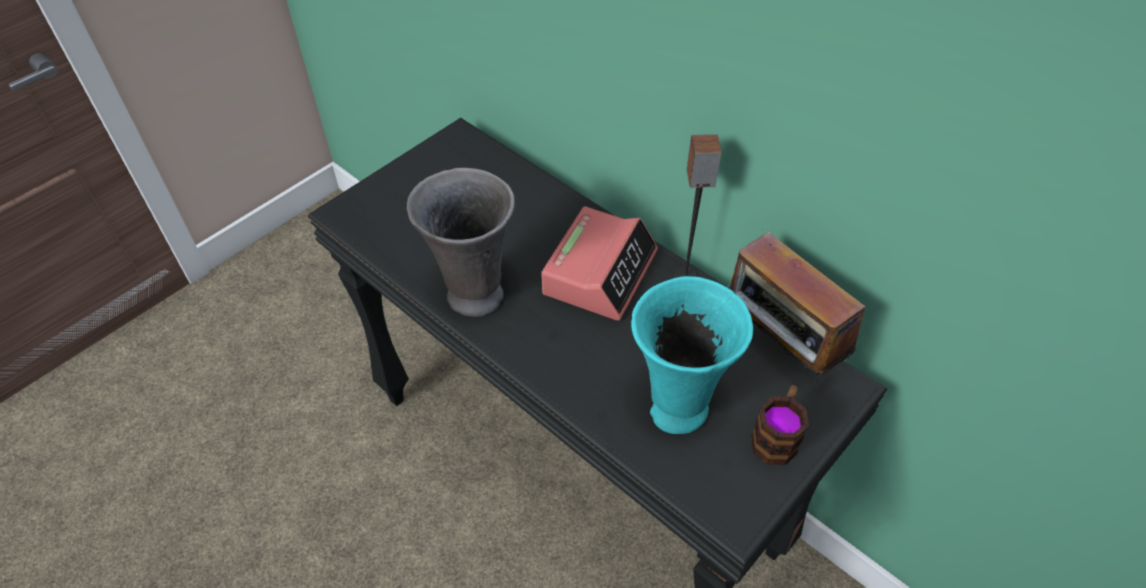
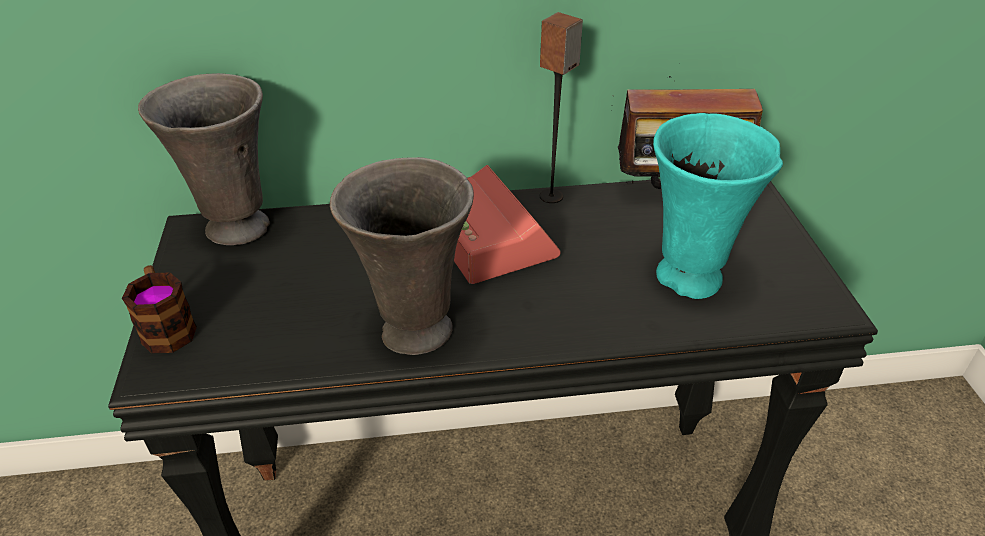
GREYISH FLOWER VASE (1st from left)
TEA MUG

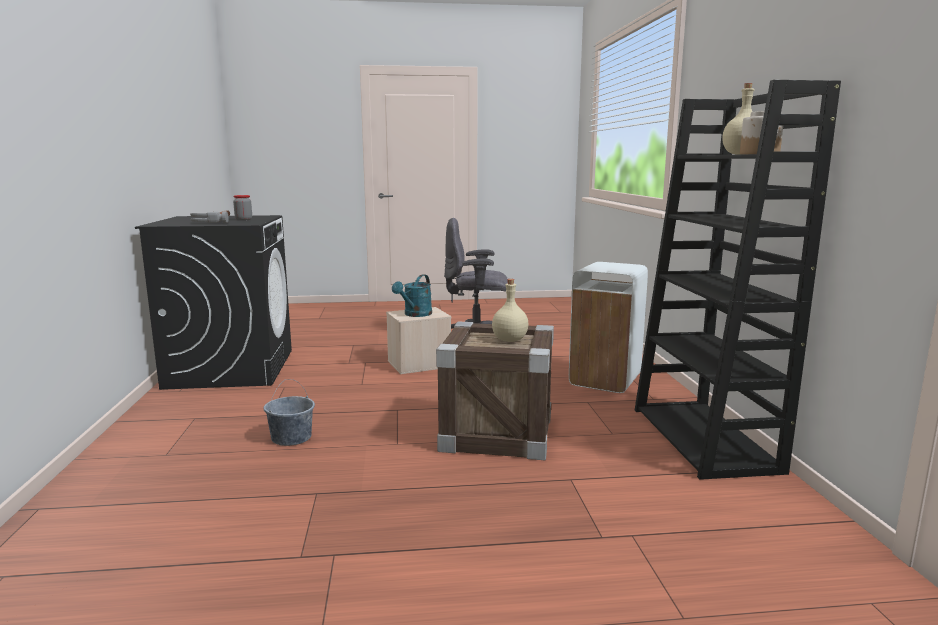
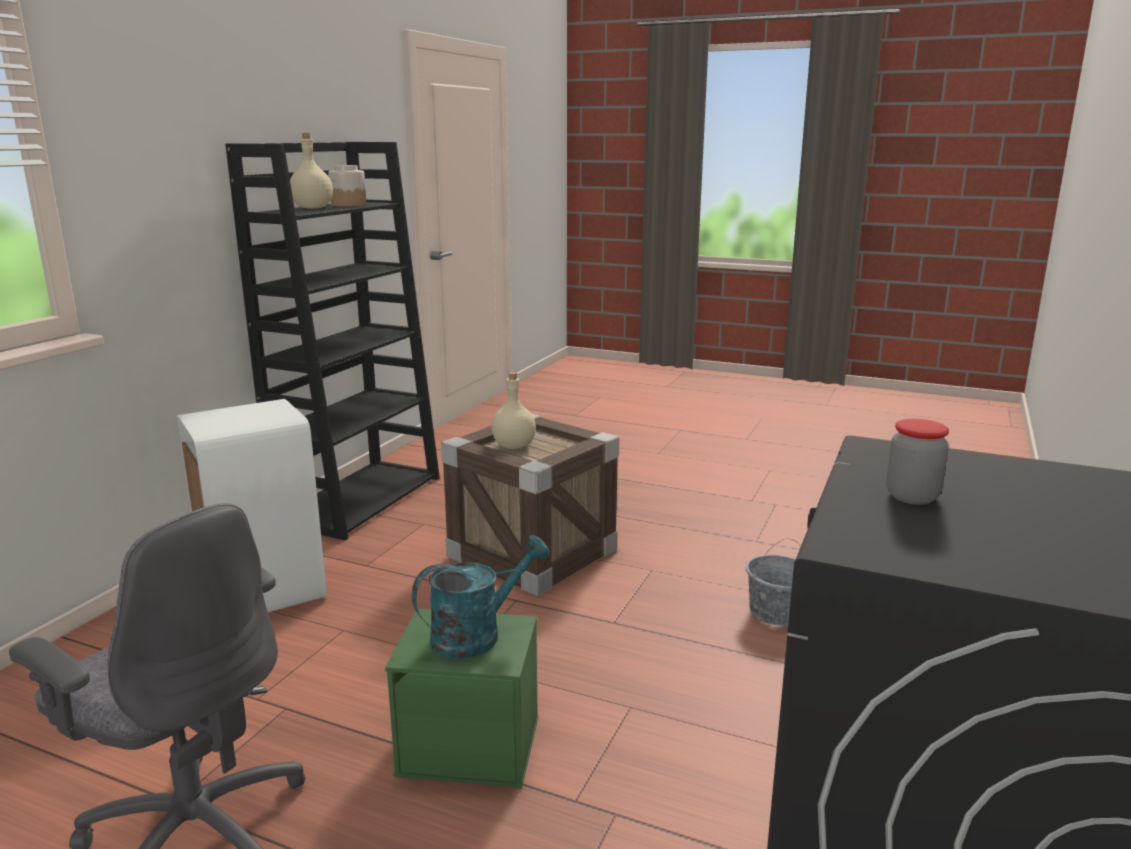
TOOL HAMMER
GREENISH STORAGE BIN

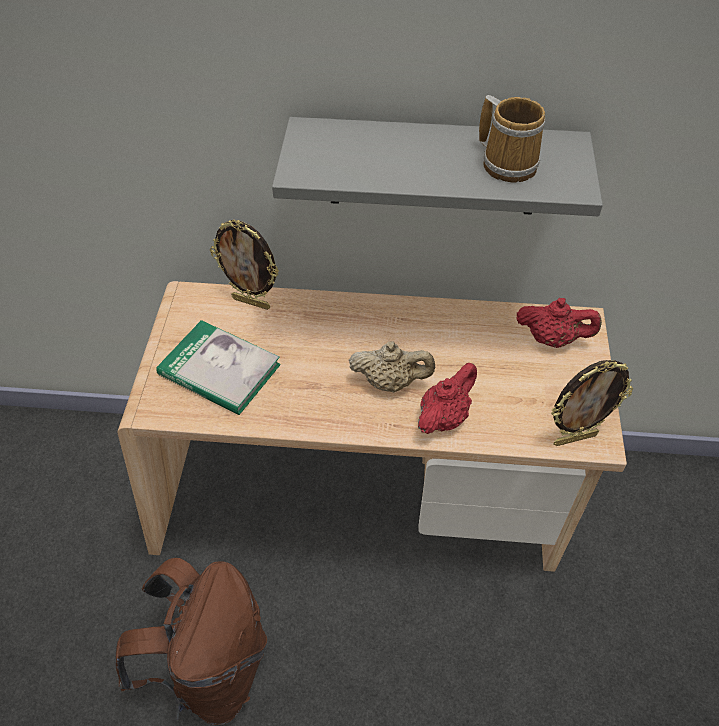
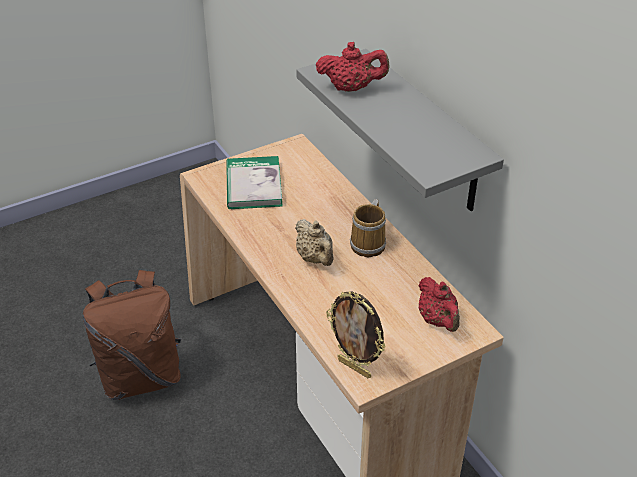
PICTURE FRAME (1st from left in the first image)
REDDISH TEA POT (1st from left)
TEA MUG

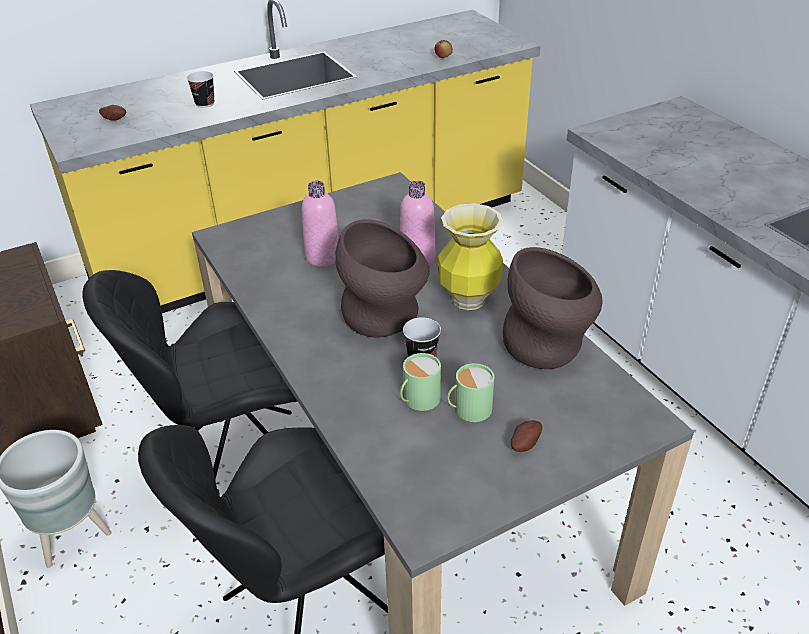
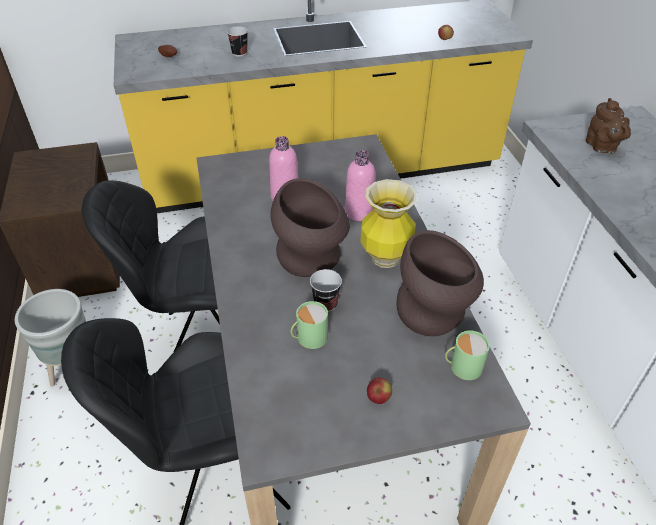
BROWN-COLOURED TEA POT
GREENISH TEA MUG (2nd from left)
WHOLE APPLE (1st from left)

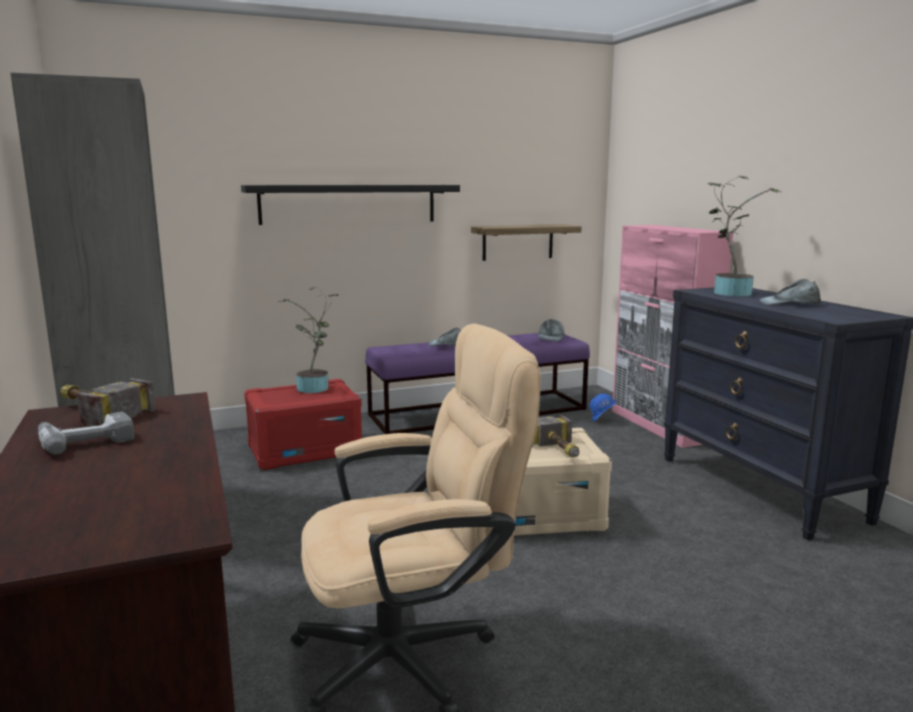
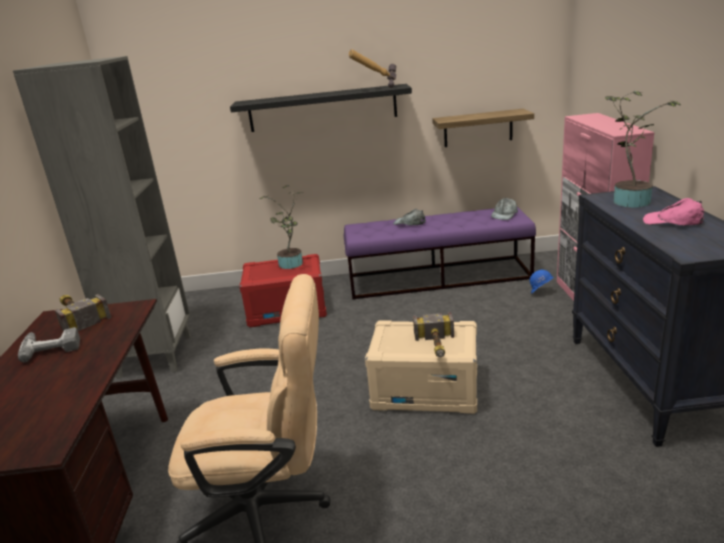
TOOL HAMMER (2nd from left)
PINK-COLOURED PEAKED CAP

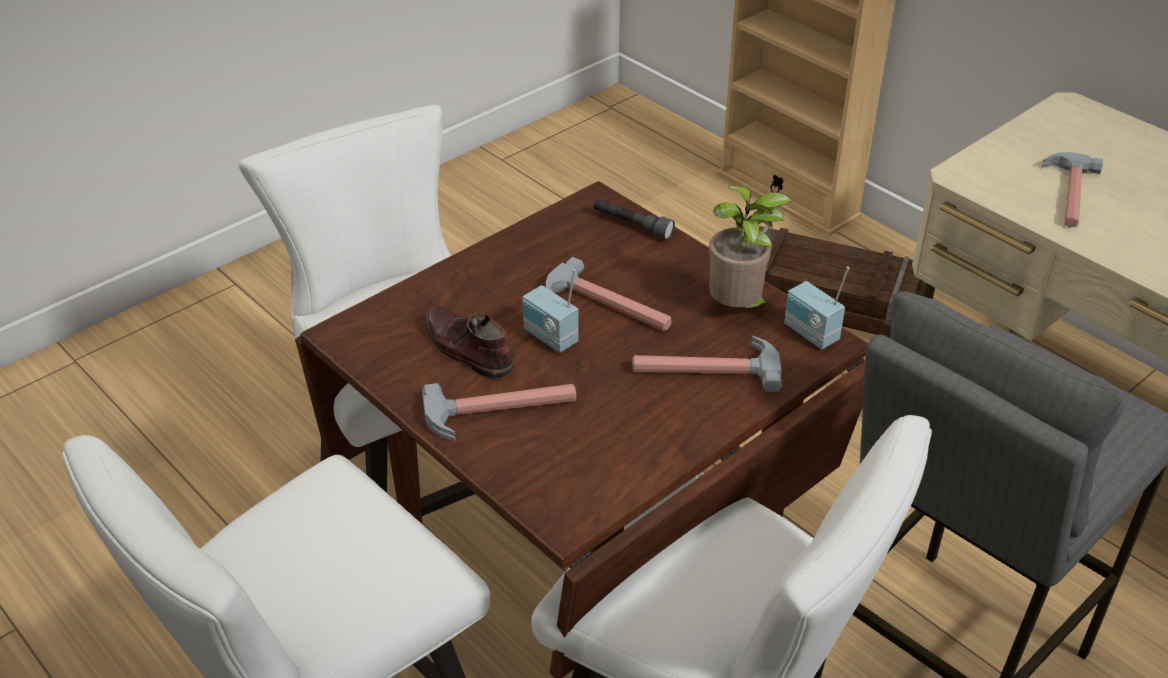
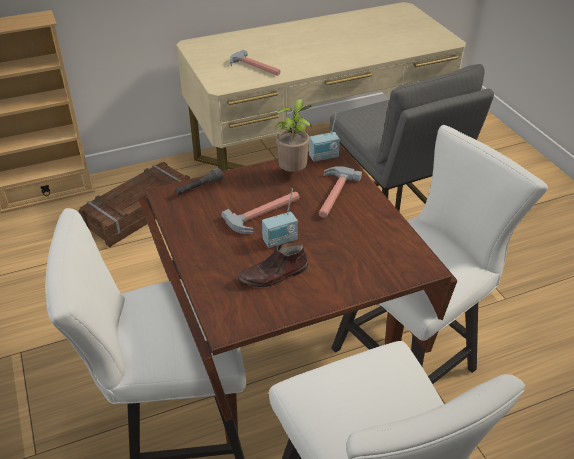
TOOL HAMMER (1st from left in the first image)

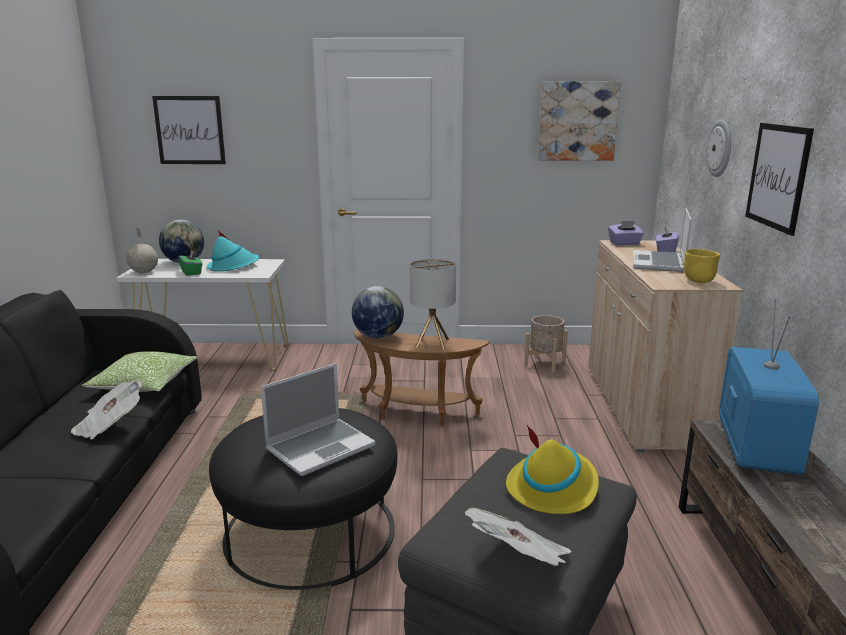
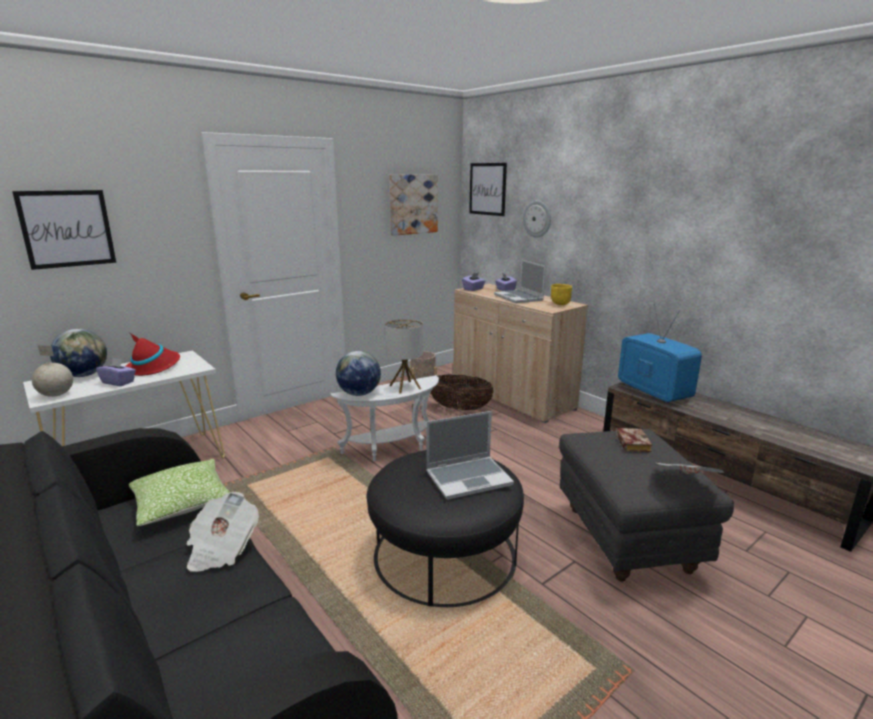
HOUSEHOLD BASKET
WALL PICTURE (3rd from left)
VOLUME
PURPLE-COLOURED TISSUE BOX (1st from left)
REDDISH WEARABLE HAT
WHITE ACCENT TABLE
NOTEBOOK COMPUTER (1st from left)

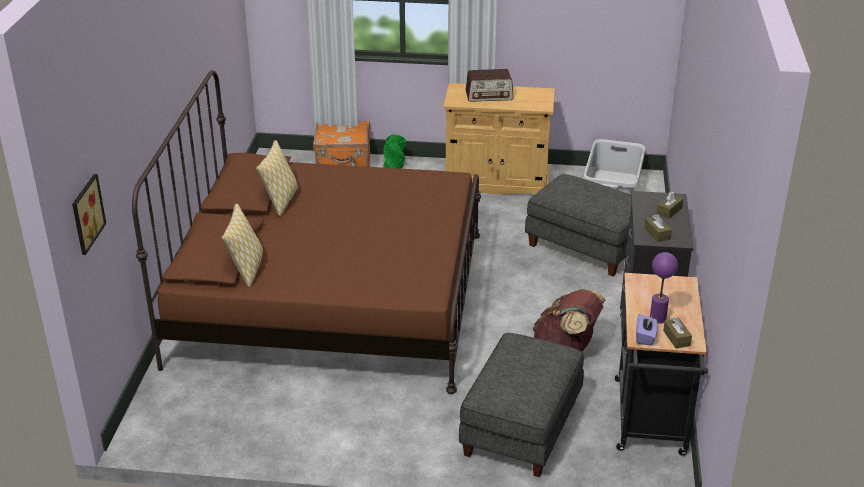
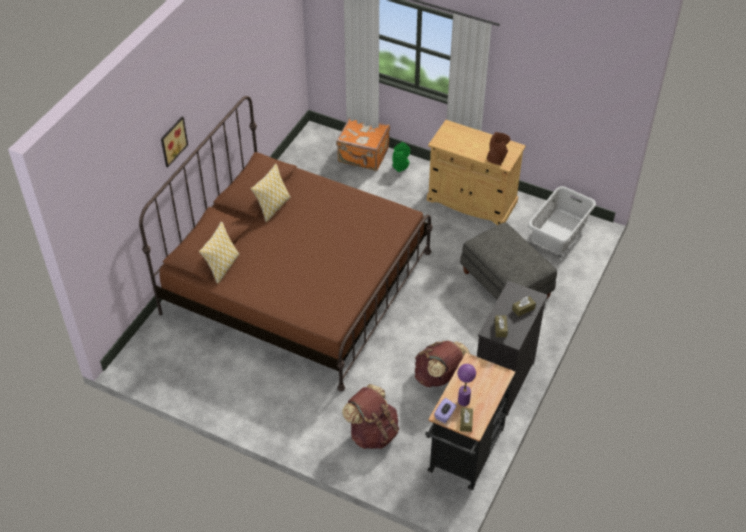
RADIO
BROWN-COLOURED FLOWER VASE
WALL PICTURE
BROWN-COLOURED BACKPACK (1st from left)

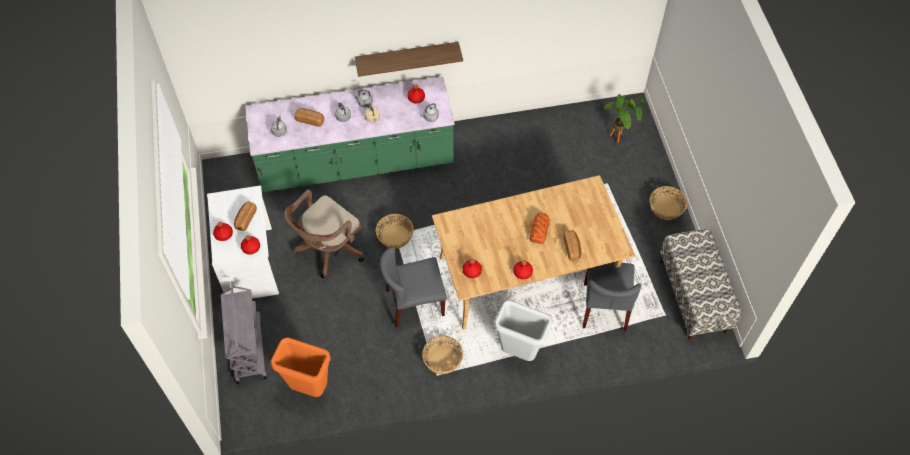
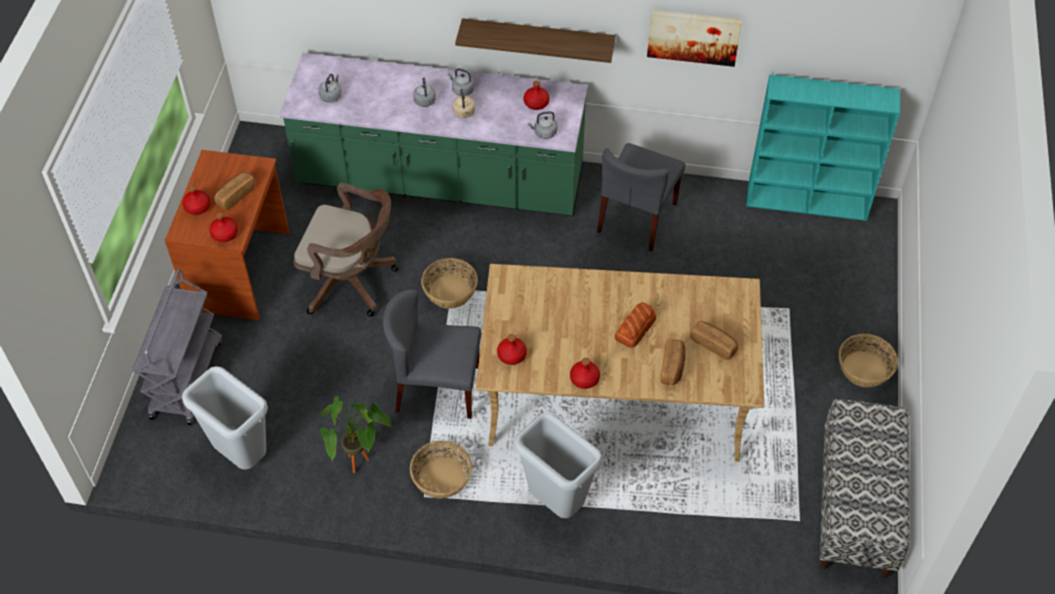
WALL PICTURE
BLUE-GREEN BOOKSHELF
BAKERY BREAD (4th from left)
GREYISH PLAIN CHAIR (2nd from left)
PLANT IN A POT
BROWN-COLOURED DESK
GREYISH RUBBISH BIN (1st from left)
BROWN-COLOURED OFFICE CHAIR

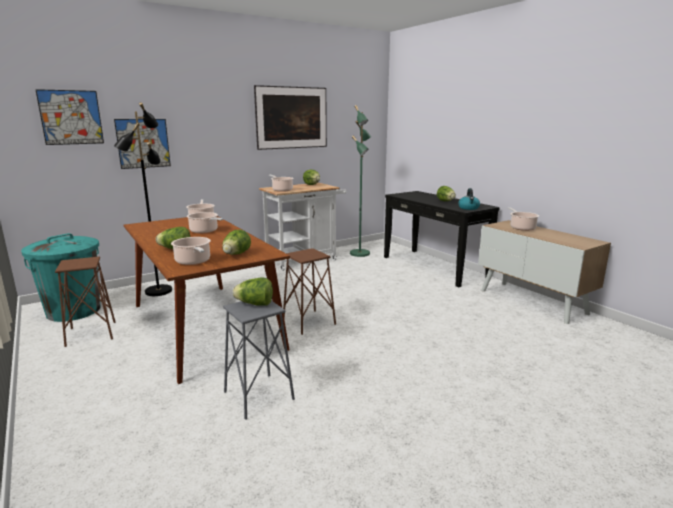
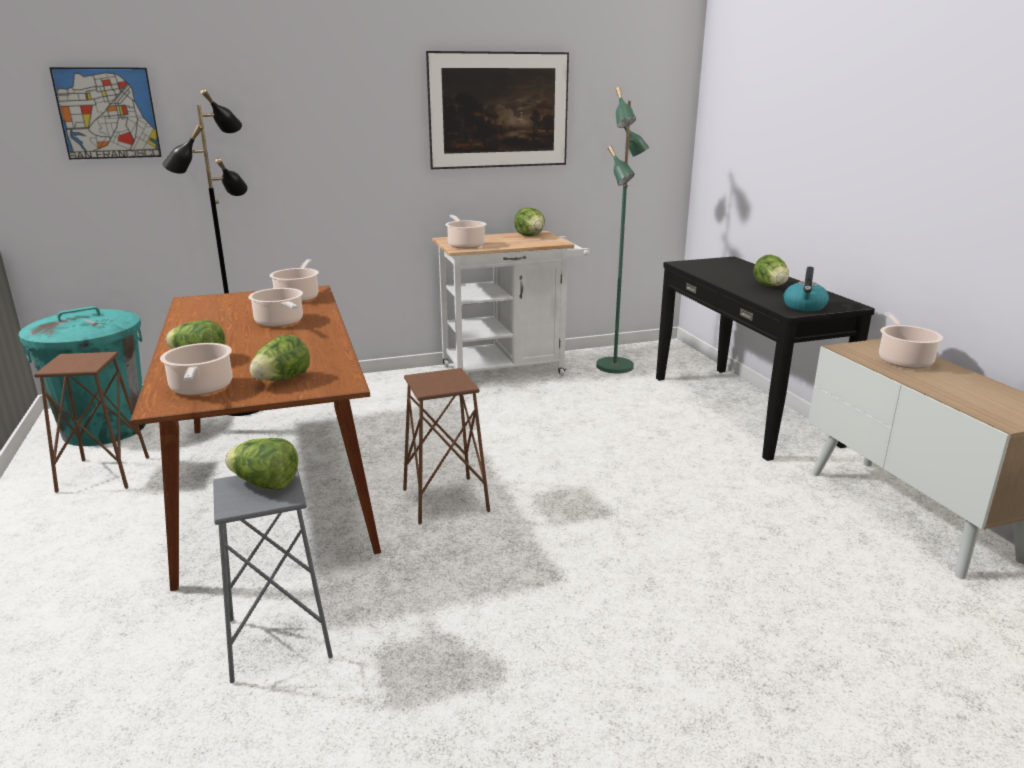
WALL PICTURE (2nd from left in the first image)

